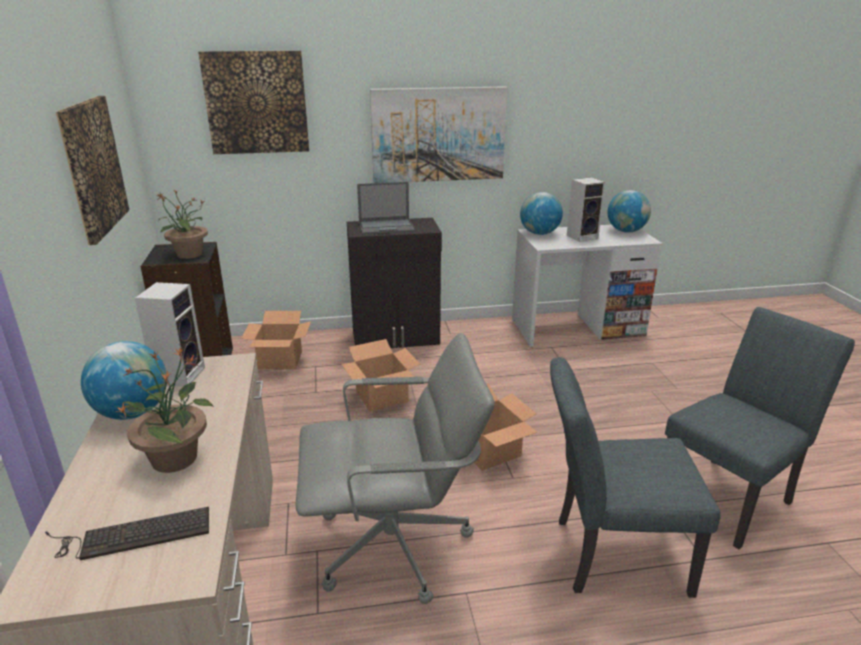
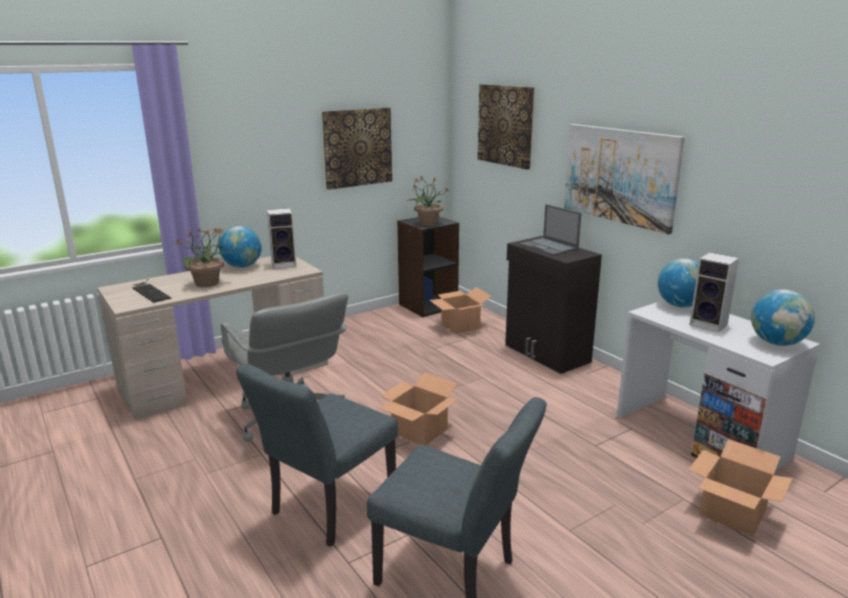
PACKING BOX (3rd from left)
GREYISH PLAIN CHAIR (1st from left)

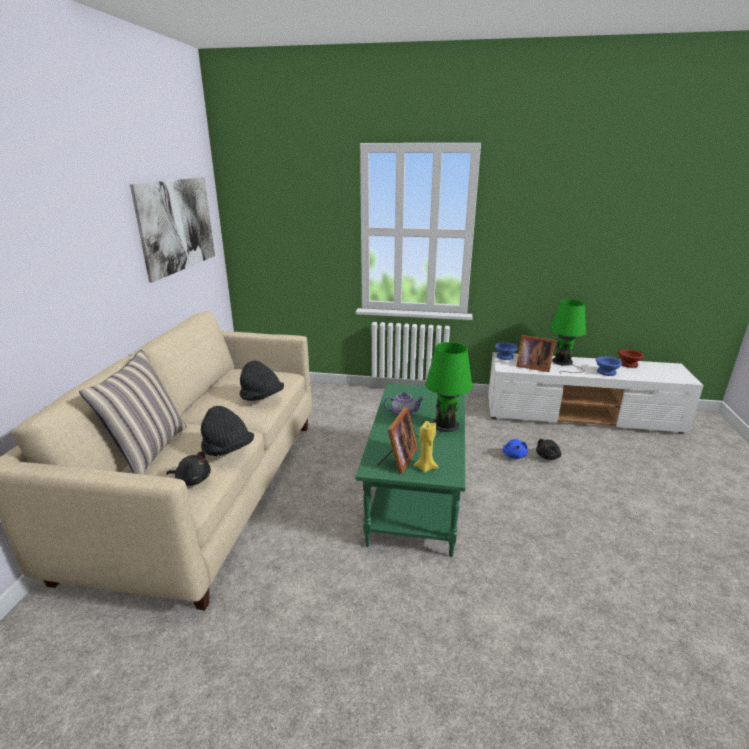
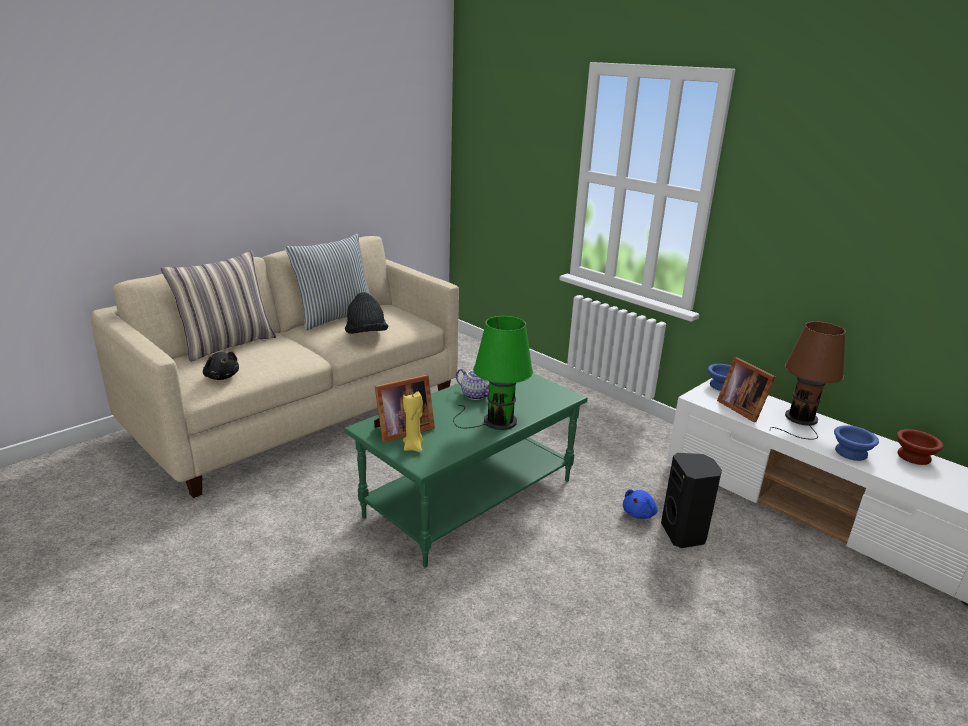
WALL PICTURE
BLACK WEARABLE HAT (1st from left in the first image)
CUSHION (2nd from left)
BLACK SPEAKER
BROWN-COLOURED LAMP FOR A TABLE

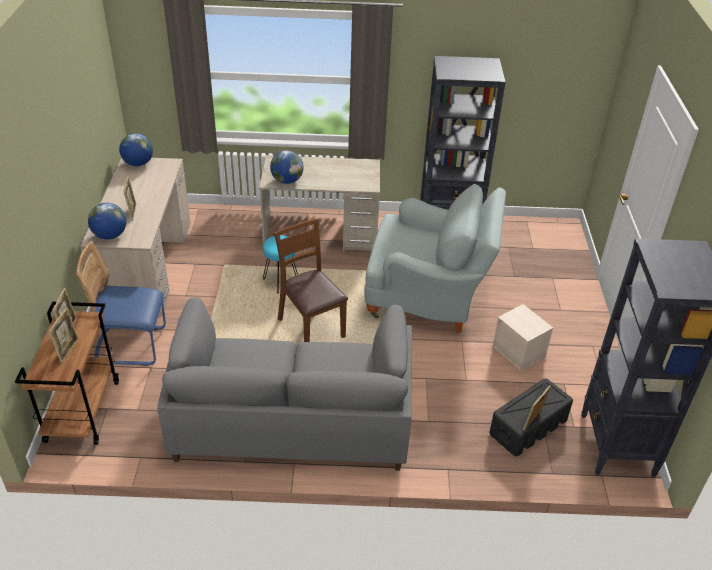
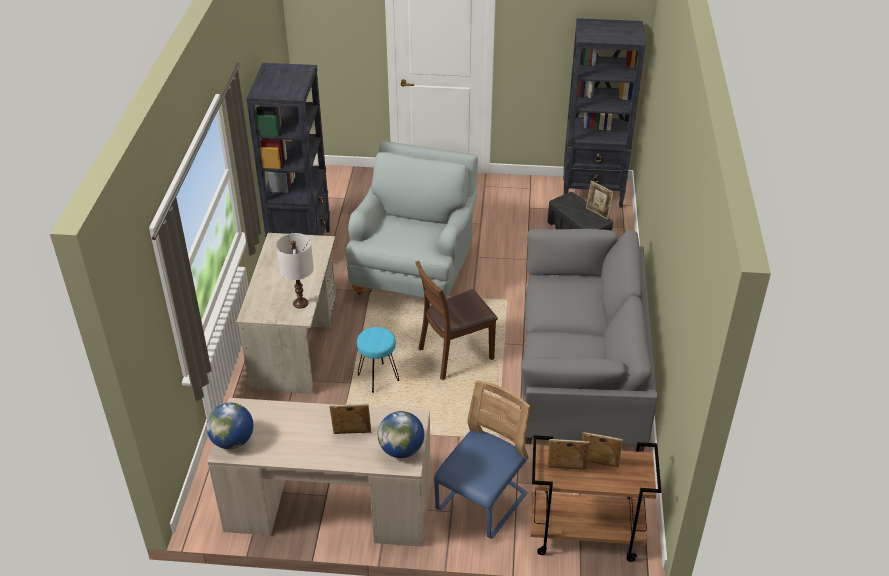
BEIGE-COLOURED STORAGE BIN
WHITE LAMP FOR A TABLE
BLUISH PLAIN CHAIR

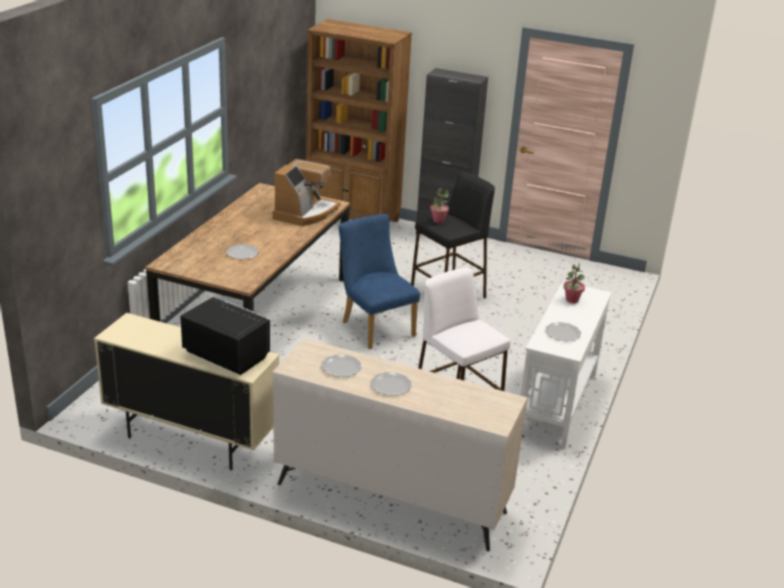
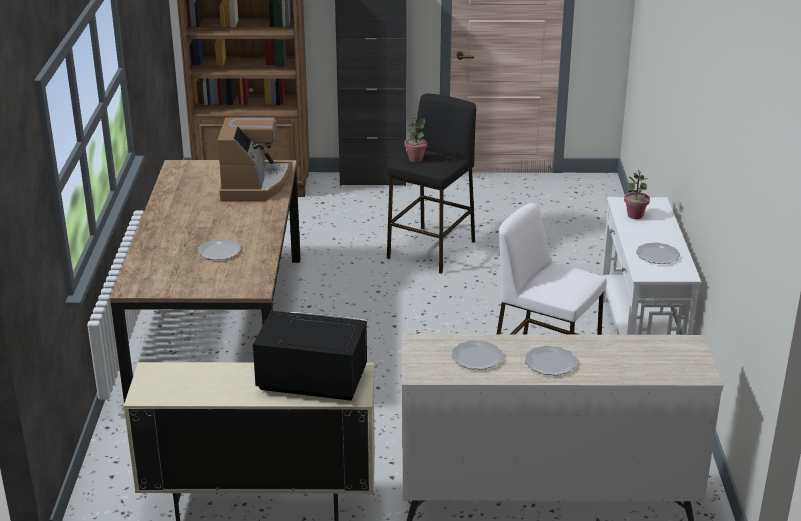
BLUISH PLAIN CHAIR

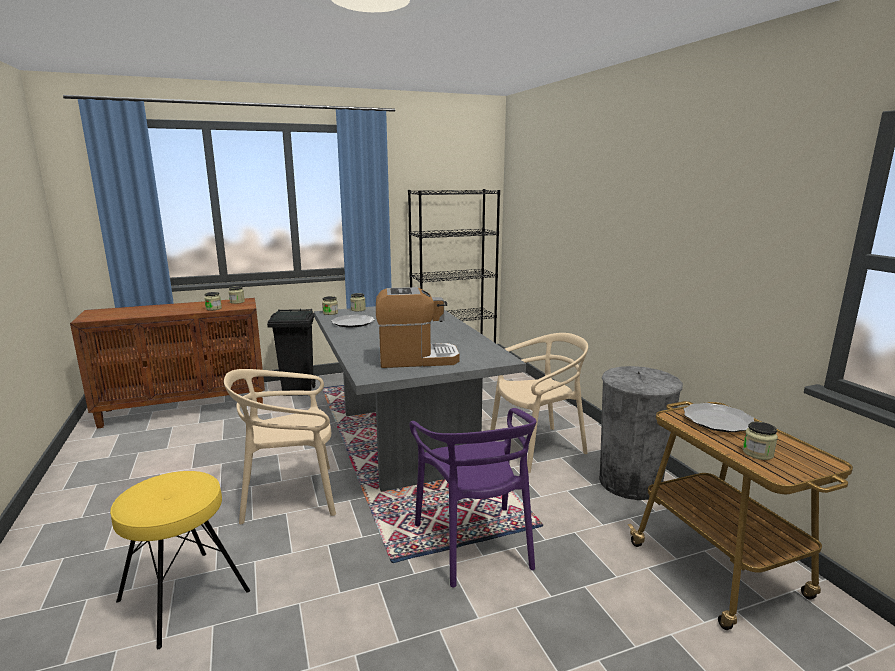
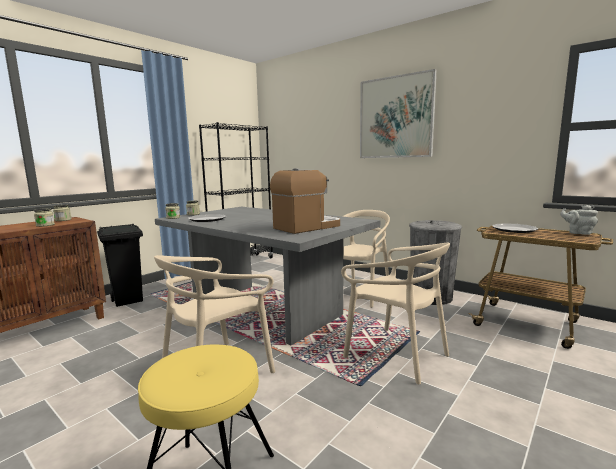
JAR (5th from left in the first image)
WALL PICTURE
GREYISH TEA POT
BEIGE-COLOURED PLAIN CHAIR (3rd from left)

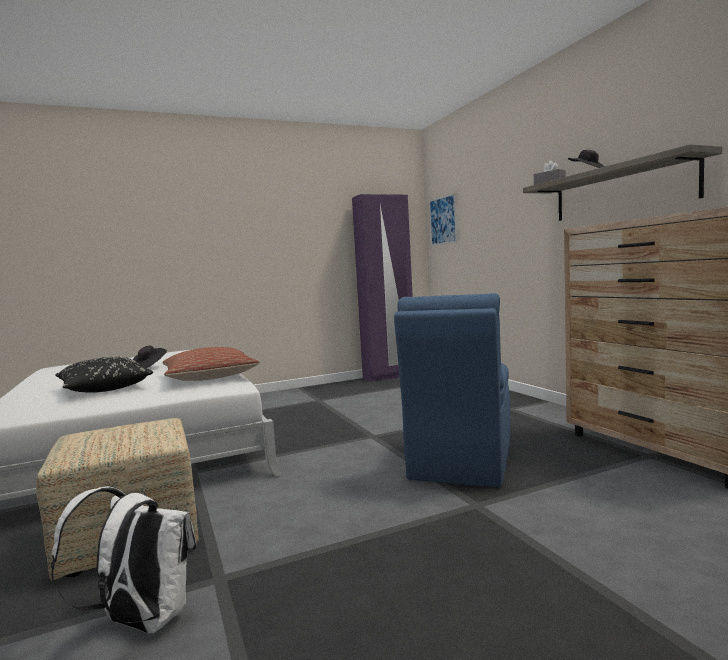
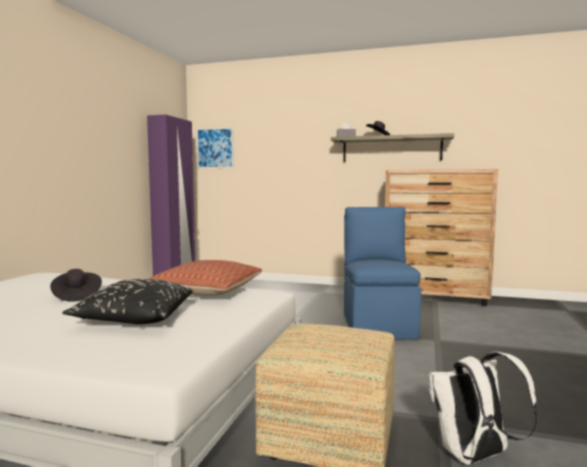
BLUISH PLAIN CHAIR

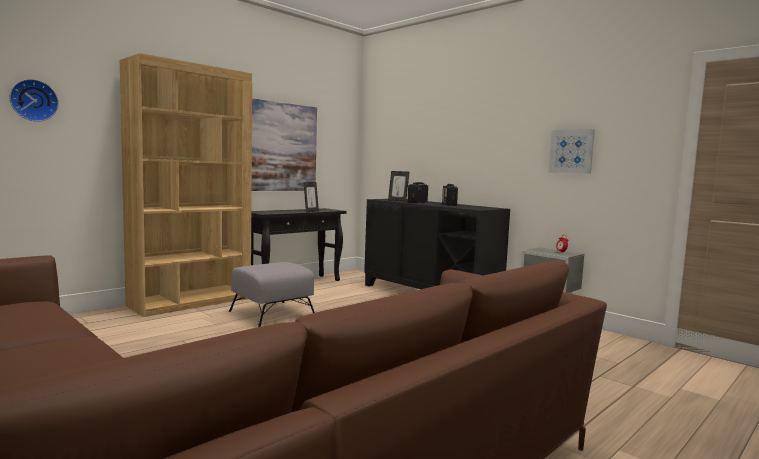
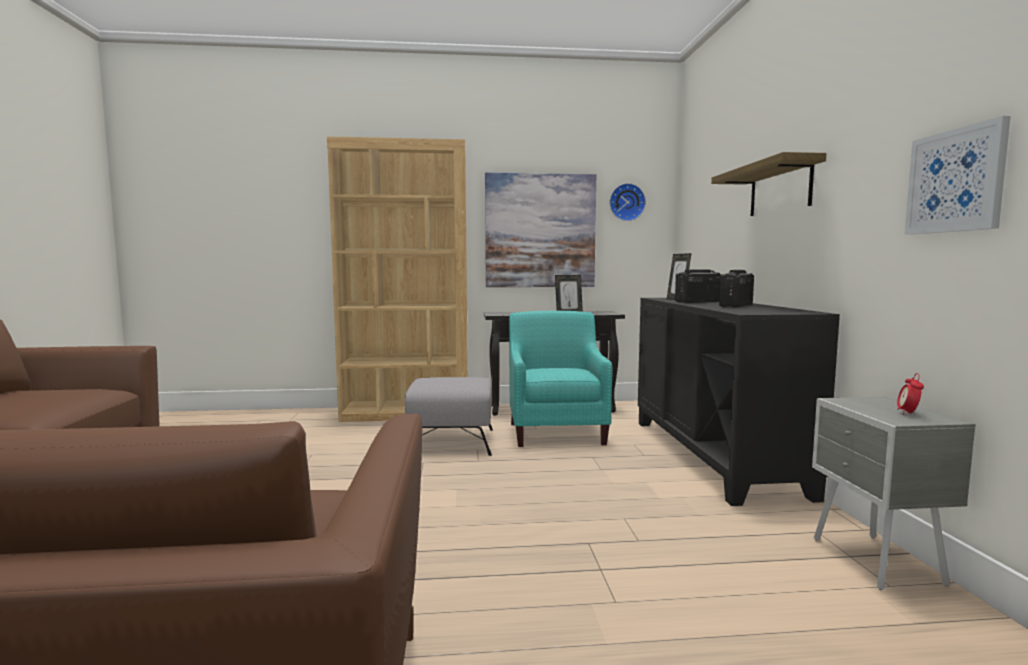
BLUE-GREEN ARMCHAIR
SHELF
WALL CLOCK

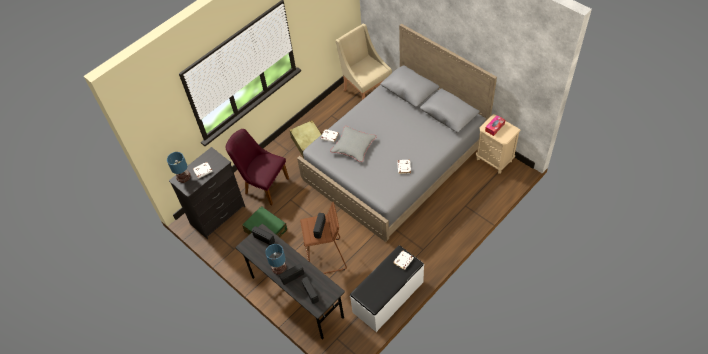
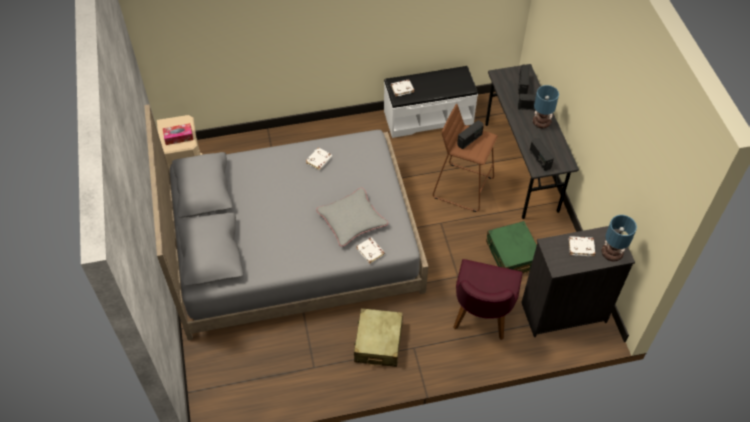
BEIGE-COLOURED ARMCHAIR
PURPLE-COLOURED PLAIN CHAIR

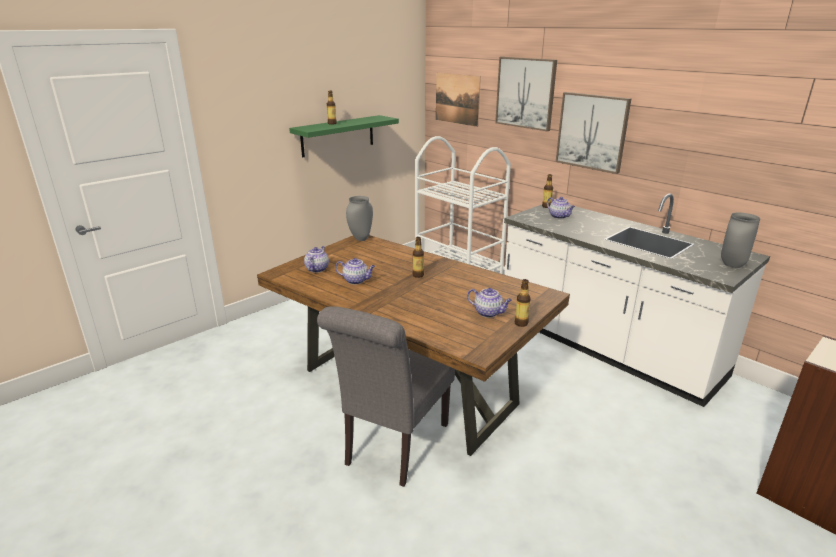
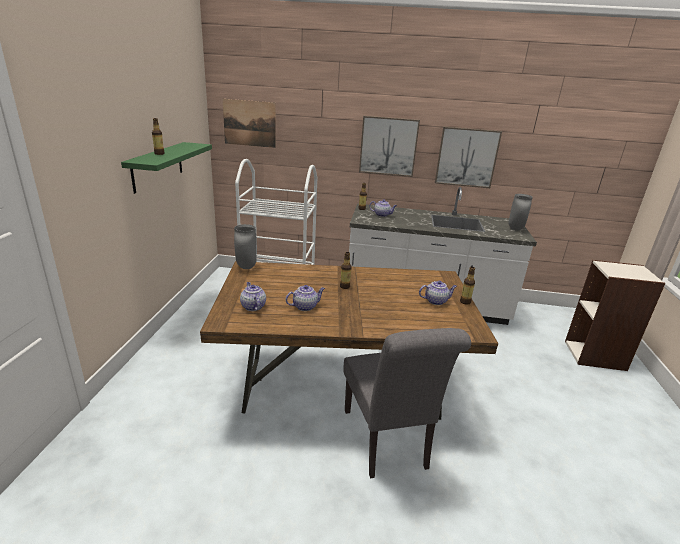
WALL PICTURE (3rd from left)

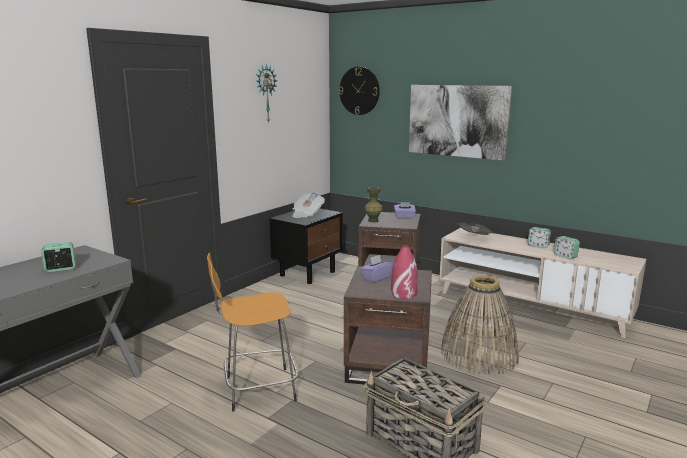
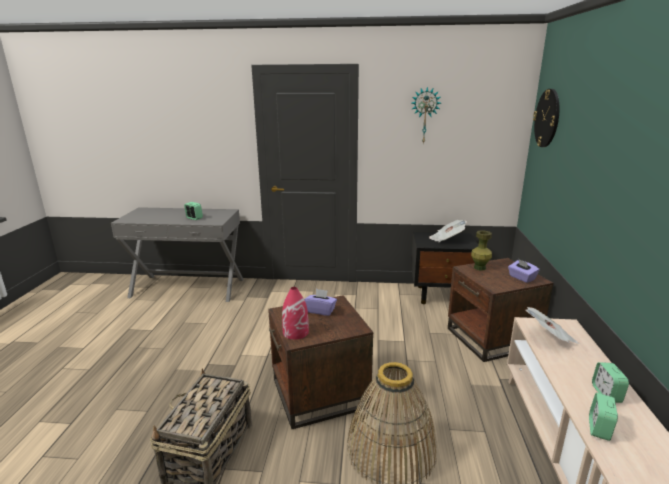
ORANGEY STOOL
WALL PICTURE

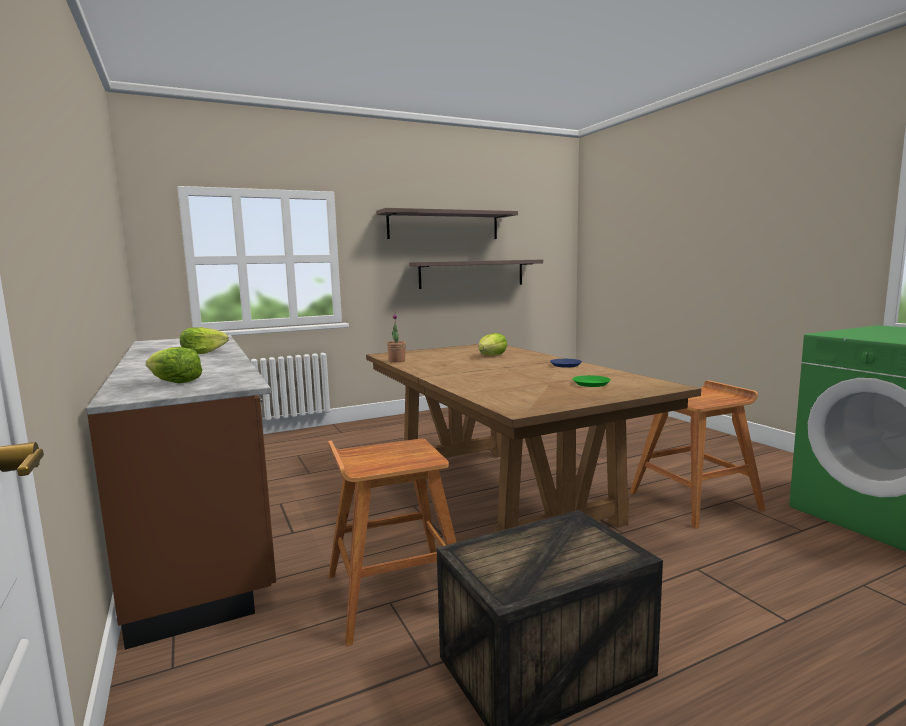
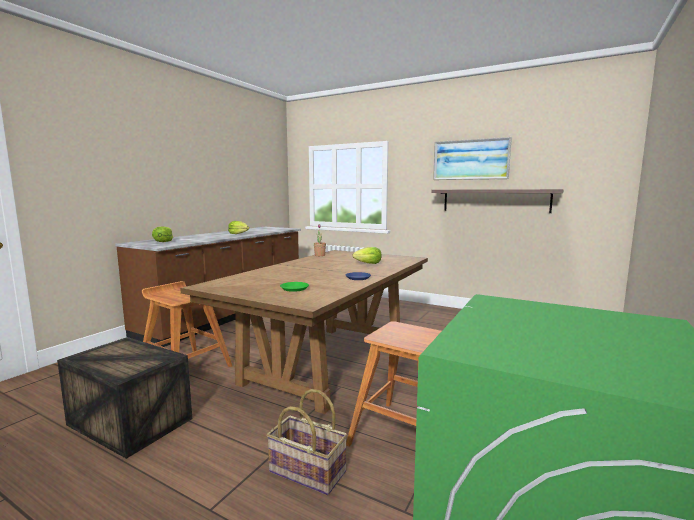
HOUSEHOLD BASKET
WALL PICTURE

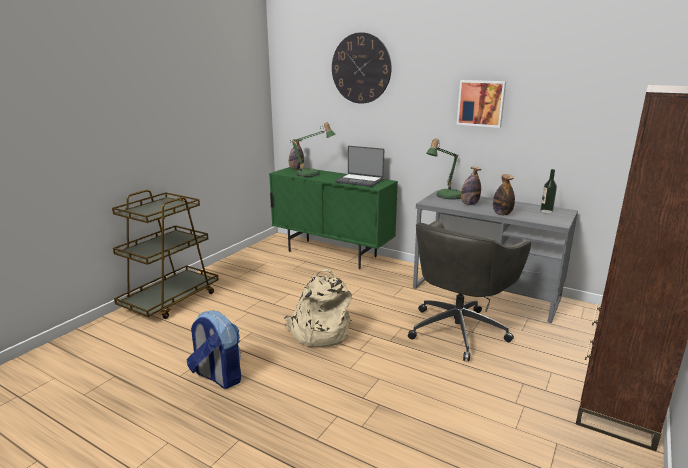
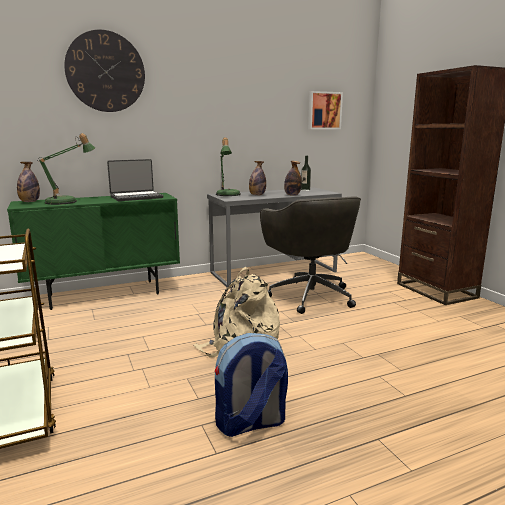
WALL PICTURE

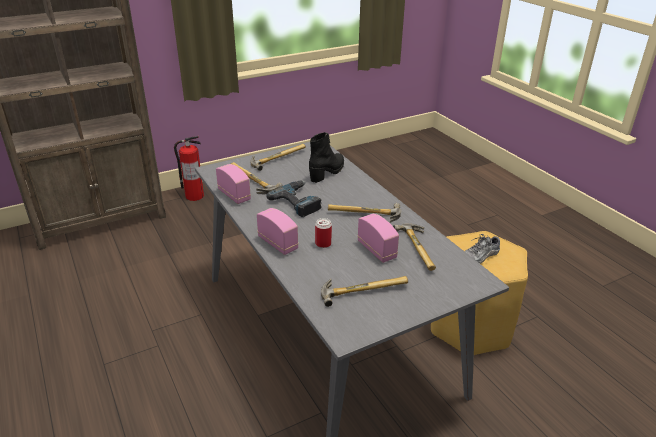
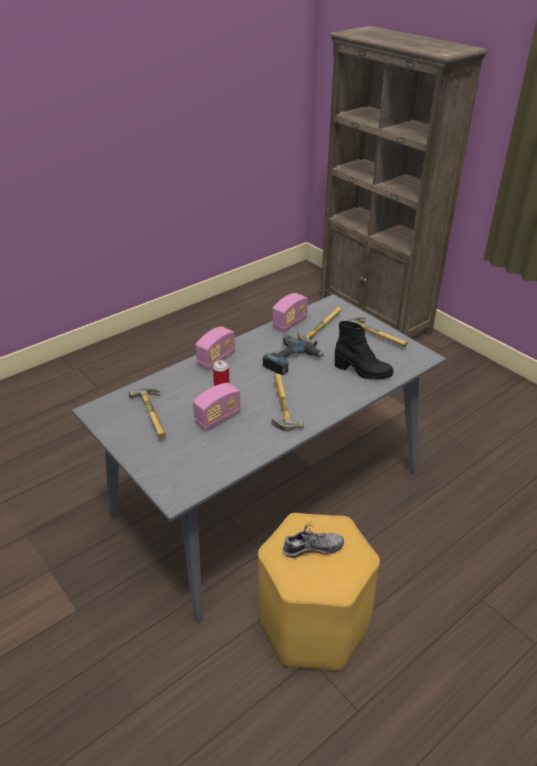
FIRE-FIGHTING CYLINDER
TOOL HAMMER (5th from left in the first image)
SHOE

